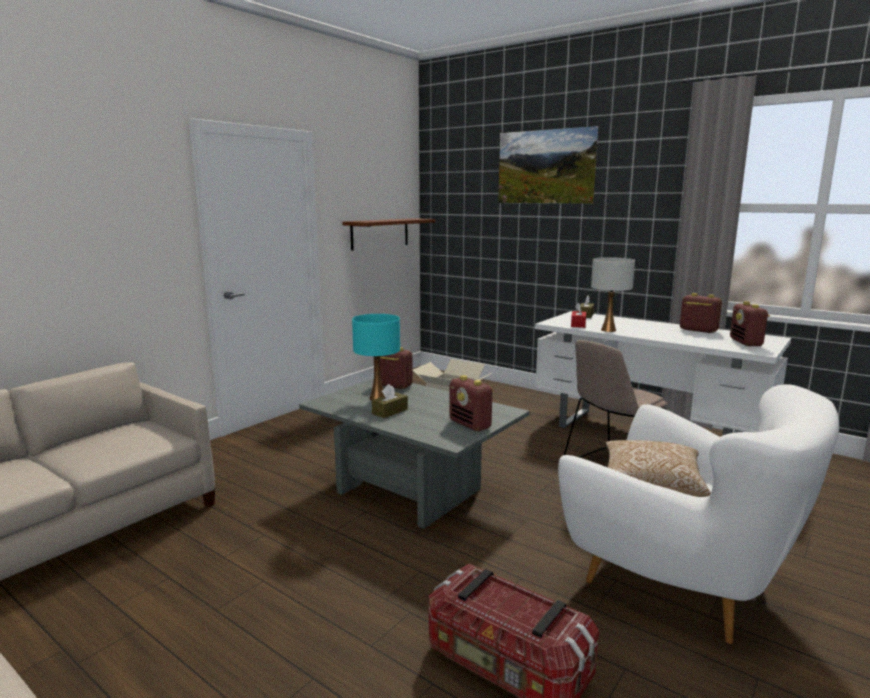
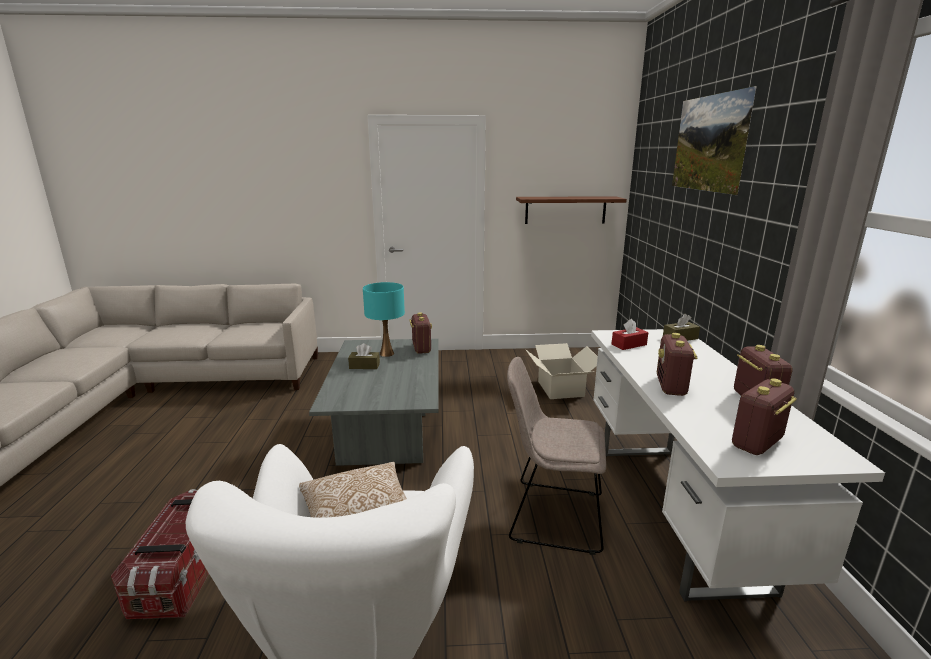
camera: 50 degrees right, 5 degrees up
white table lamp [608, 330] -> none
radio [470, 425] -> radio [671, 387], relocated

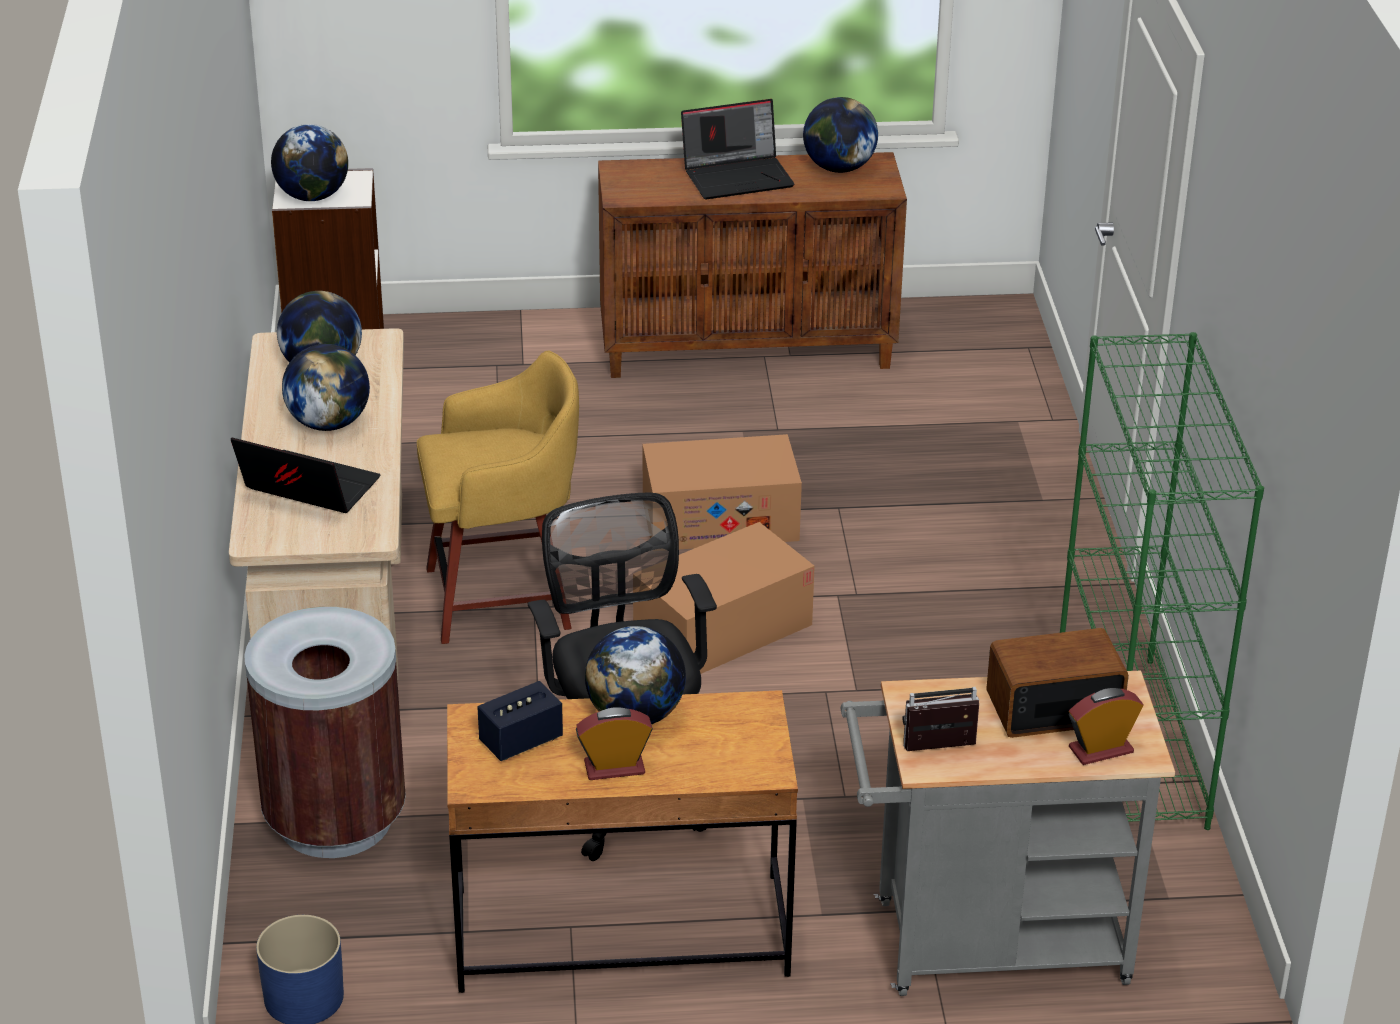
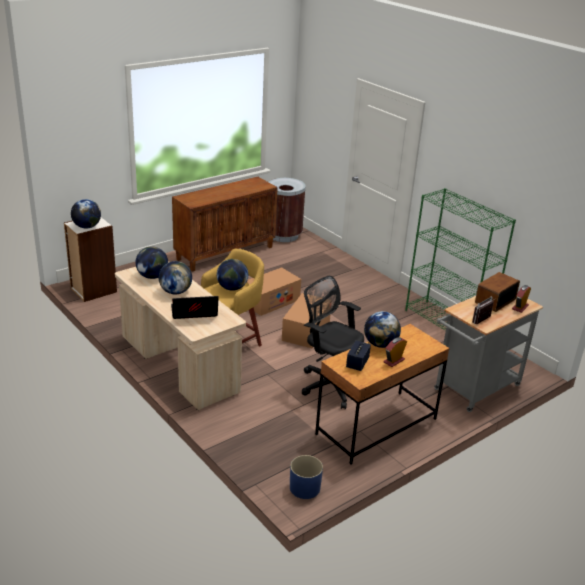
camera: 35 degrees left, 5 degrees down
globe [838, 168] -> globe [232, 288], relocated
laptop [738, 176] -> none
brown trash can [336, 820] -> brown trash can [284, 235], relocated

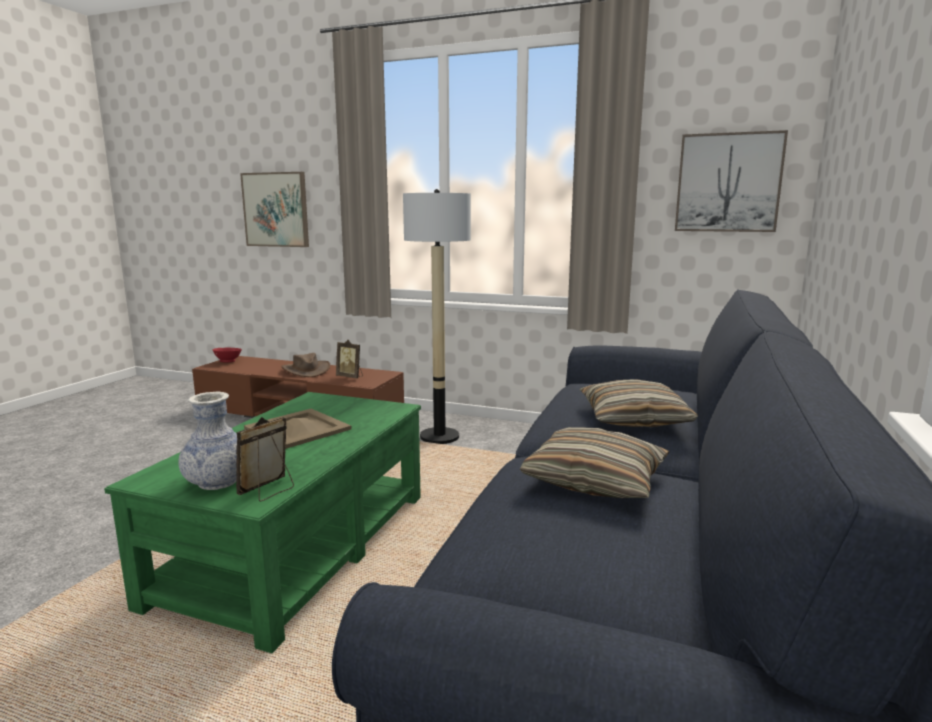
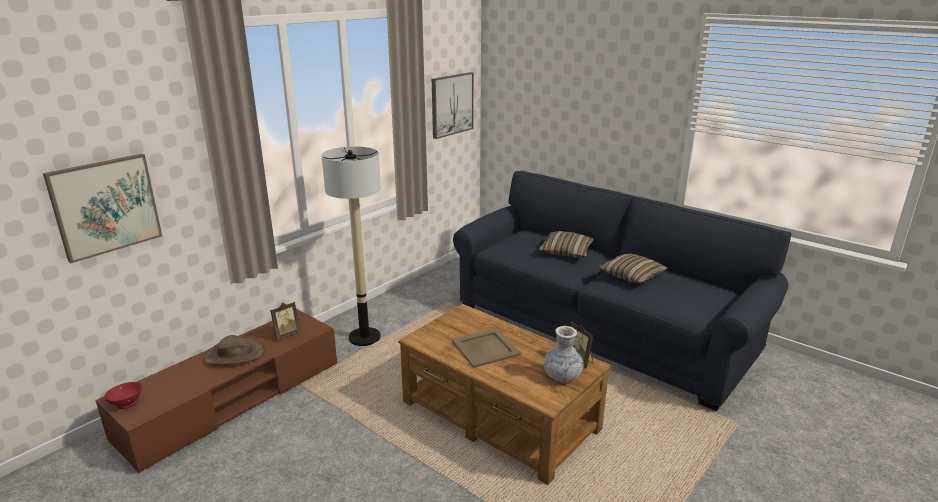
camera: 70 degrees left, 10 degrees up
green coffee table [296, 547] -> brown coffee table [499, 416]

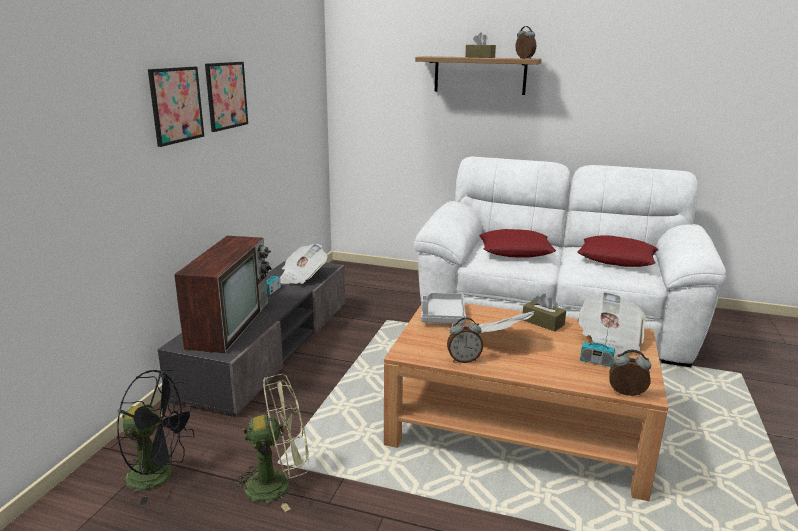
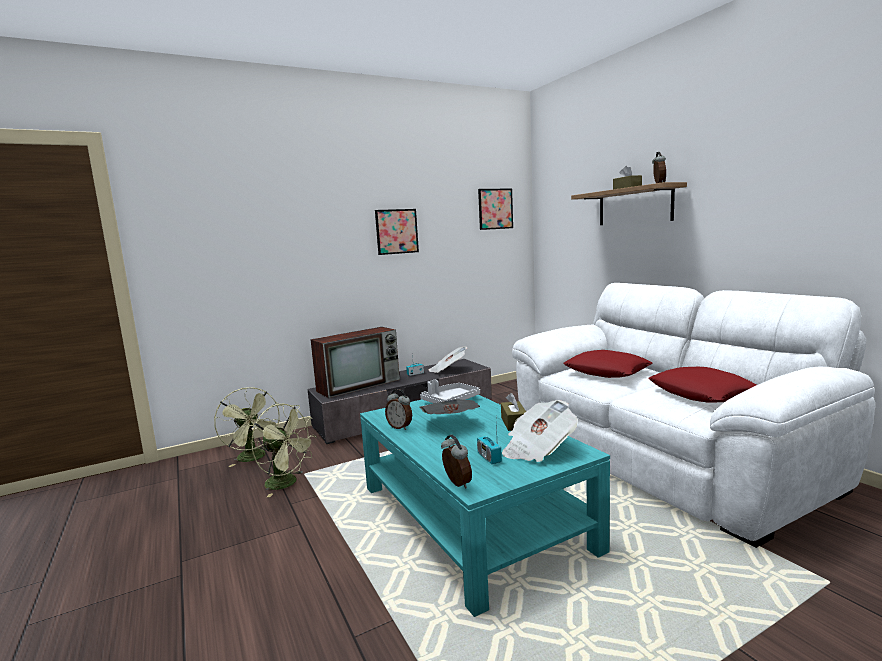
camera: 45 degrees right, 10 degrees down
picture [176, 105] -> picture [495, 209], relocated
brown coffee table [519, 426] -> turquoise coffee table [472, 517]
black fan [160, 476] -> green fan [254, 458]

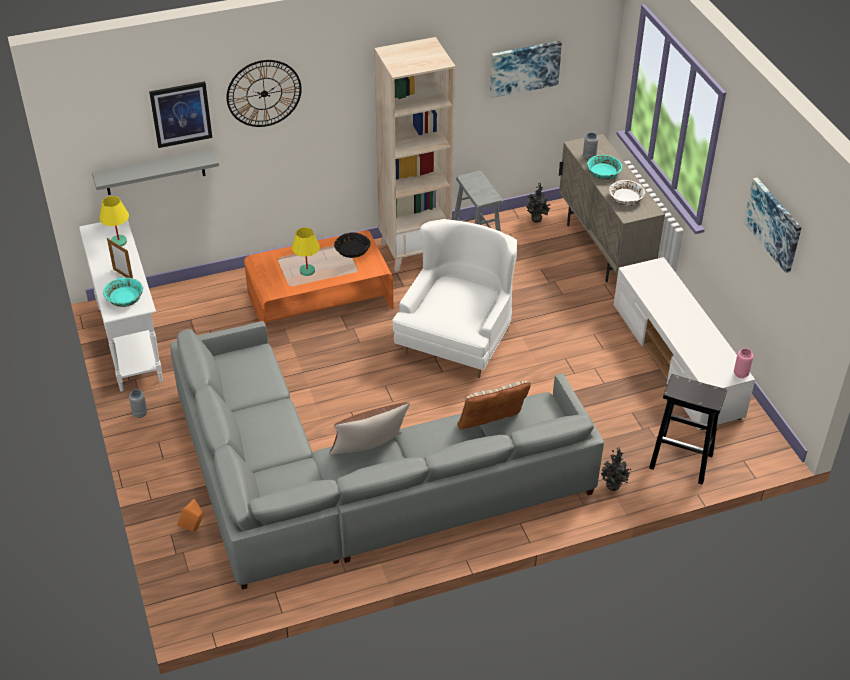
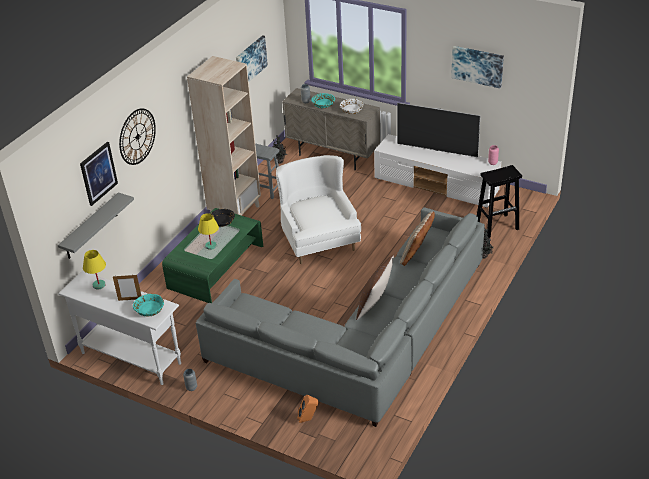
camera: 40 degrees left, 5 degrees down
orange coffee table [320, 300] -> green coffee table [216, 267]
none -> television [437, 150]

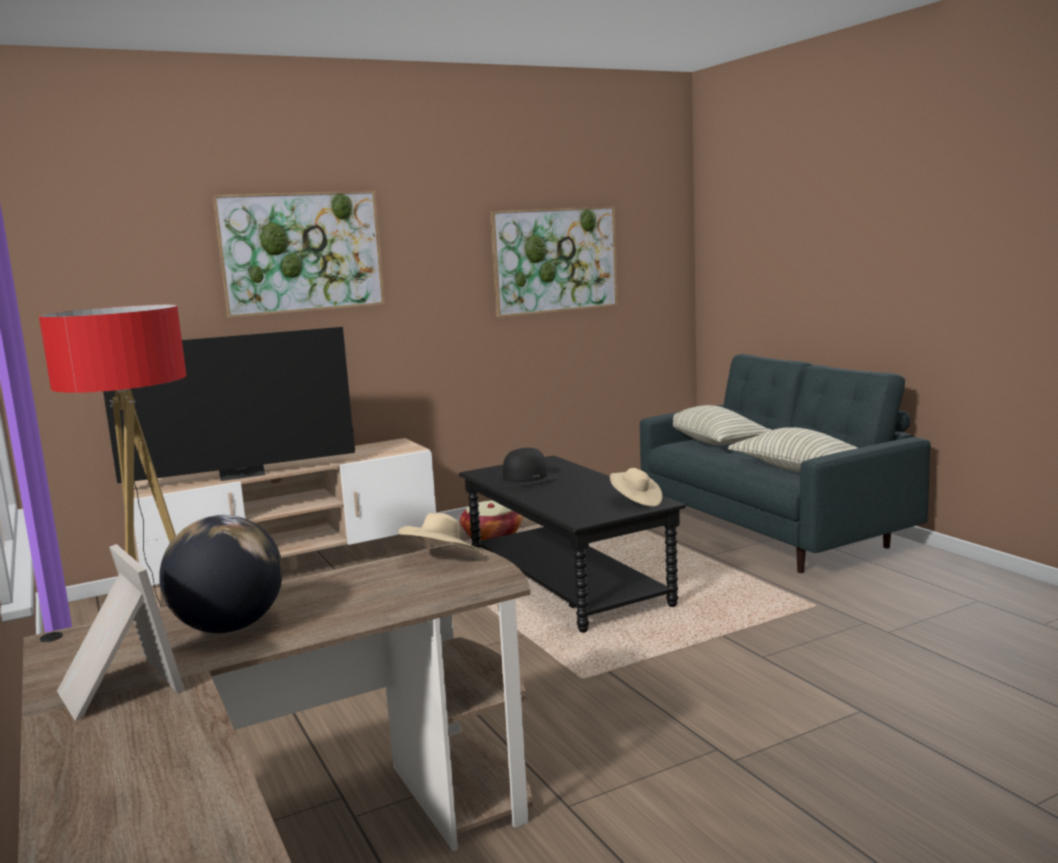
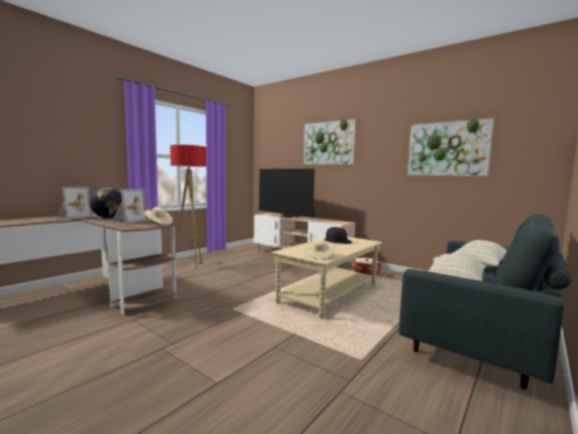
camera: 65 degrees right, 5 degrees down
black coffee table [567, 582] -> beige coffee table [329, 293]
none -> picture frame [128, 220]

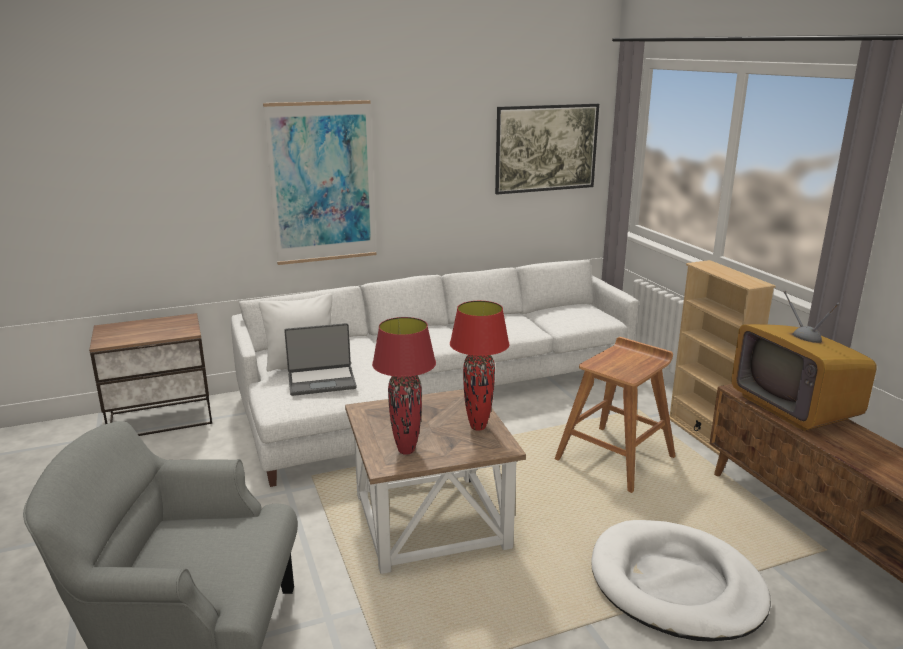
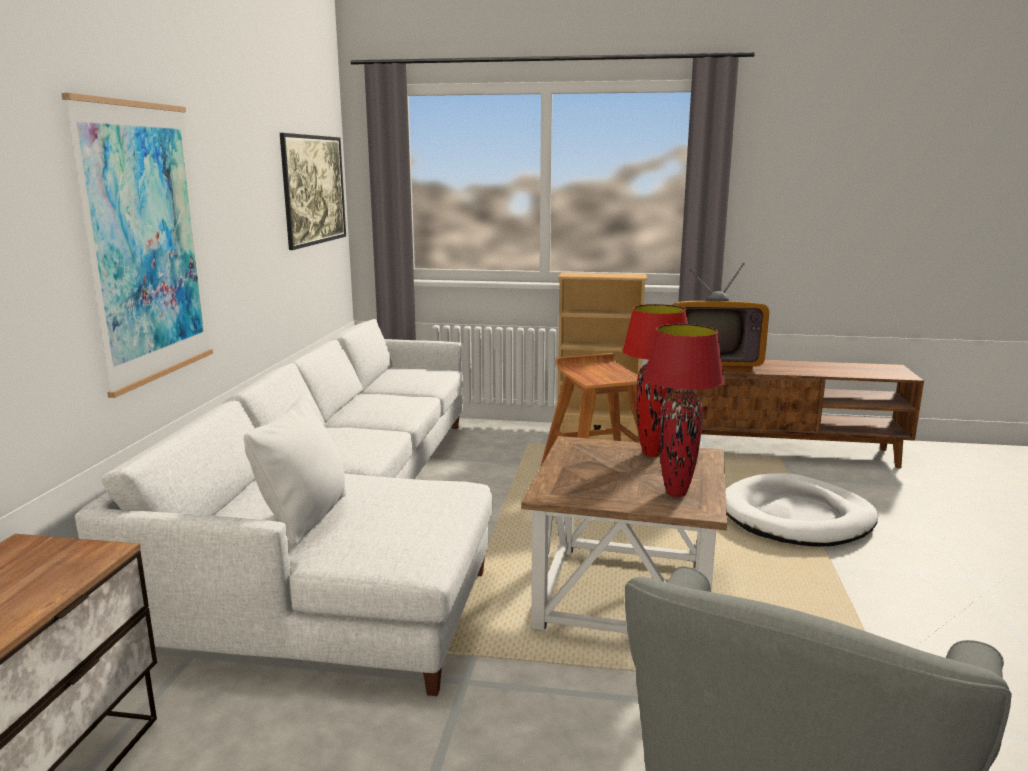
camera: 60 degrees left, 5 degrees down
laptop [321, 381] -> none

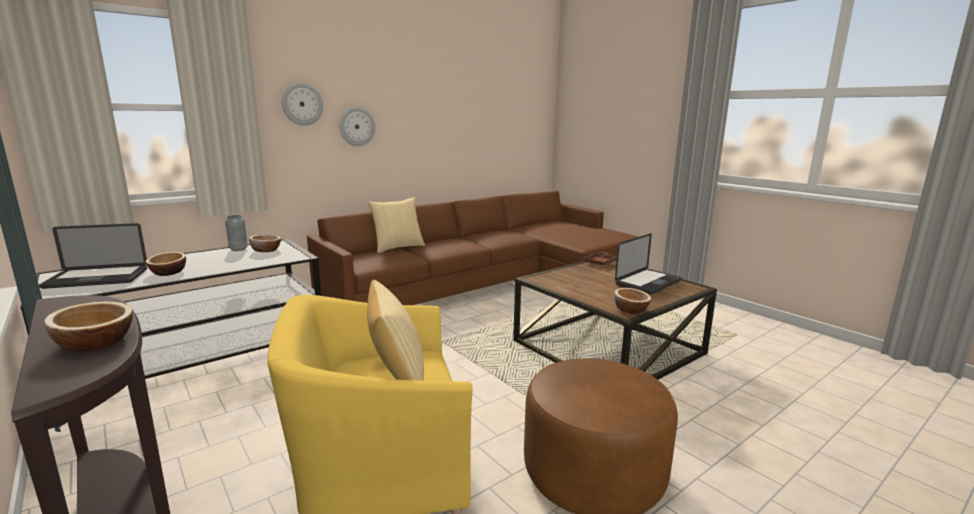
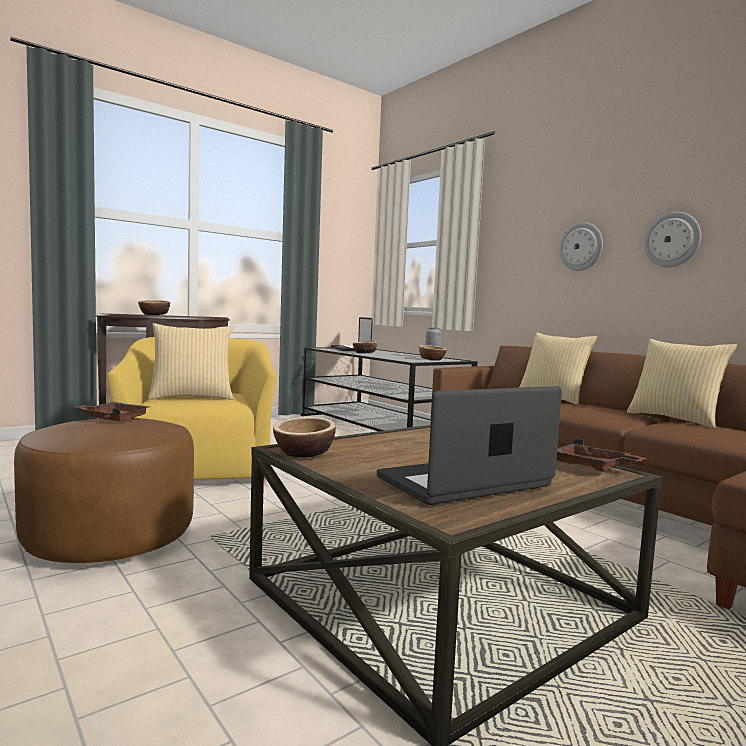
camera: 90 degrees right, 10 degrees down
wall clock [302, 104] -> wall clock [672, 240], relocated
laptop [648, 282] -> laptop [464, 482], 105 degrees clockwise
none -> pillow [675, 419]
none -> brown tray [113, 419]

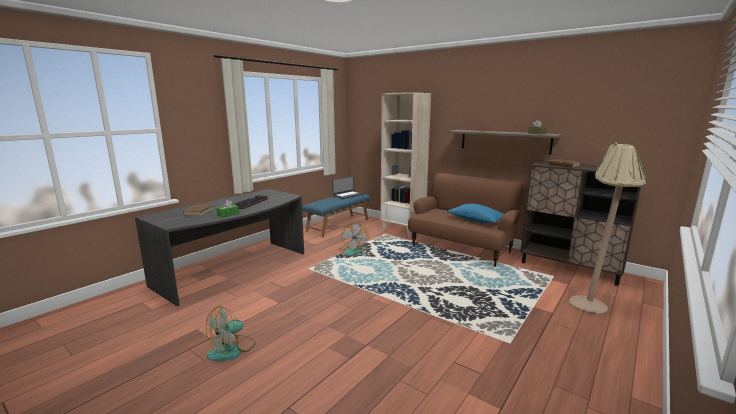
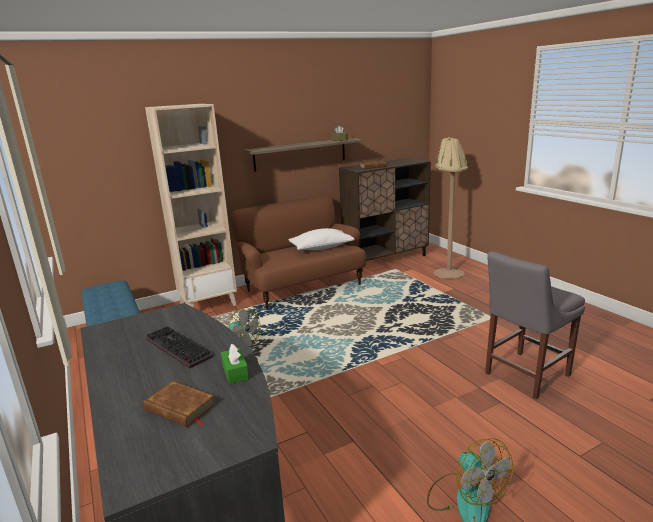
camera: 65 degrees left, 5 degrees up
laptop [347, 195] -> none
blue pillow [476, 221] -> white pillow [321, 248]
none -> grey chair [524, 375]

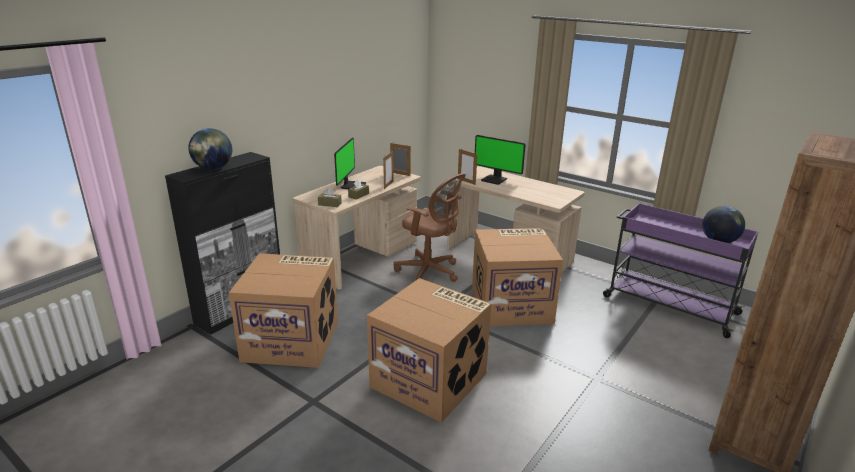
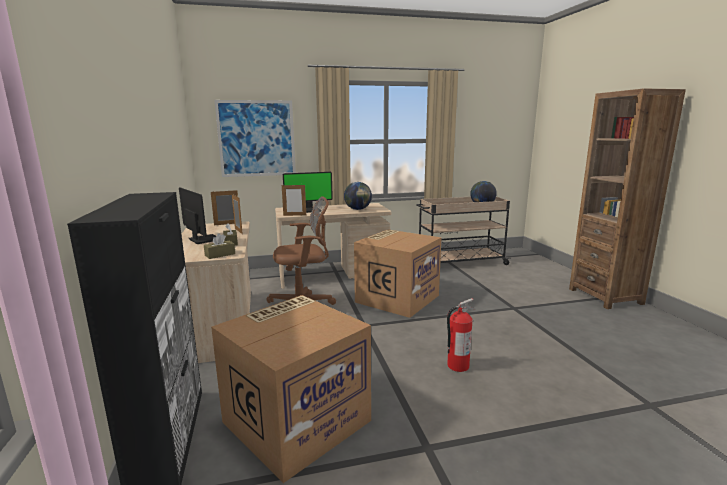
camera: 50 degrees left, 10 degrees down
globe [213, 168] -> globe [358, 209], relocated
purple cart [668, 305] -> beige cart [459, 263]
cardboard box [430, 380] -> fire extinguisher [457, 366]
none -> picture [256, 138]

